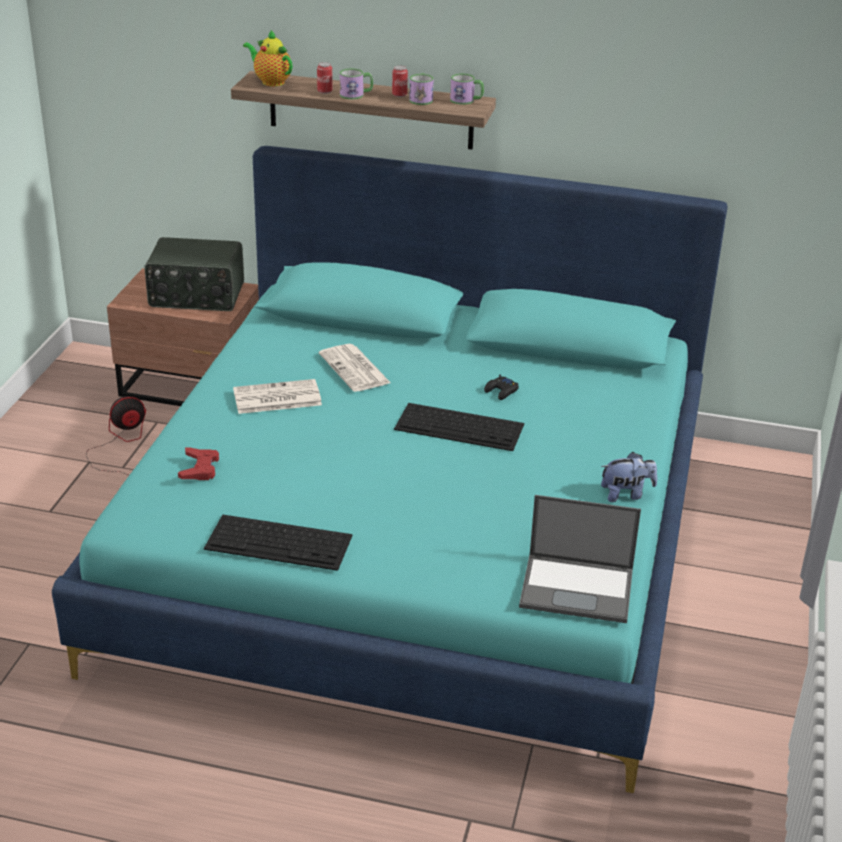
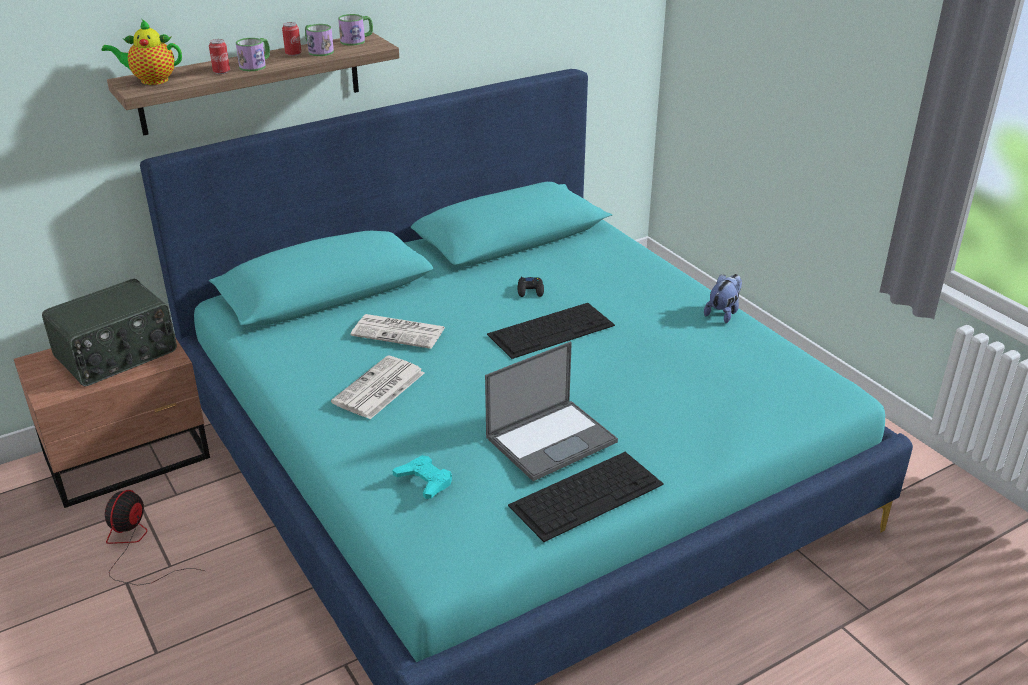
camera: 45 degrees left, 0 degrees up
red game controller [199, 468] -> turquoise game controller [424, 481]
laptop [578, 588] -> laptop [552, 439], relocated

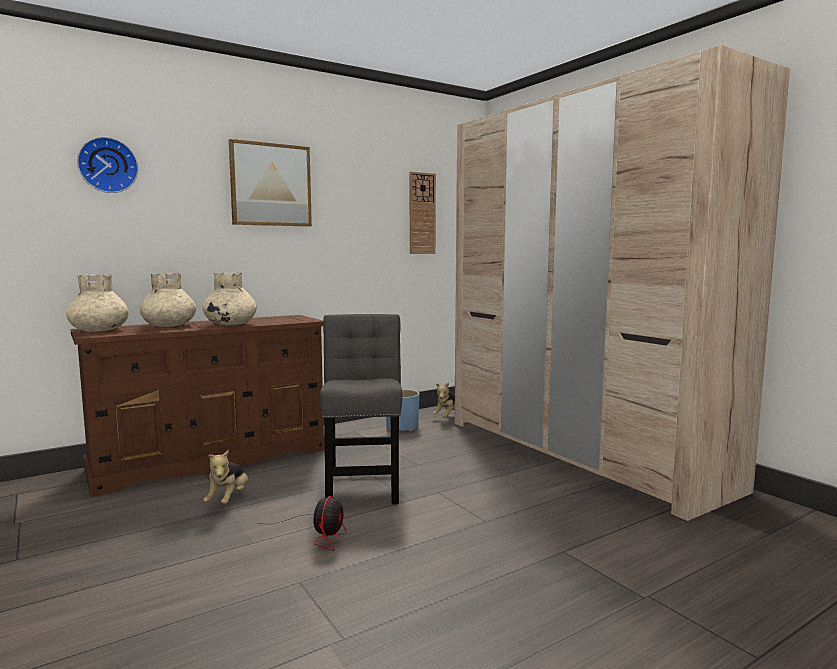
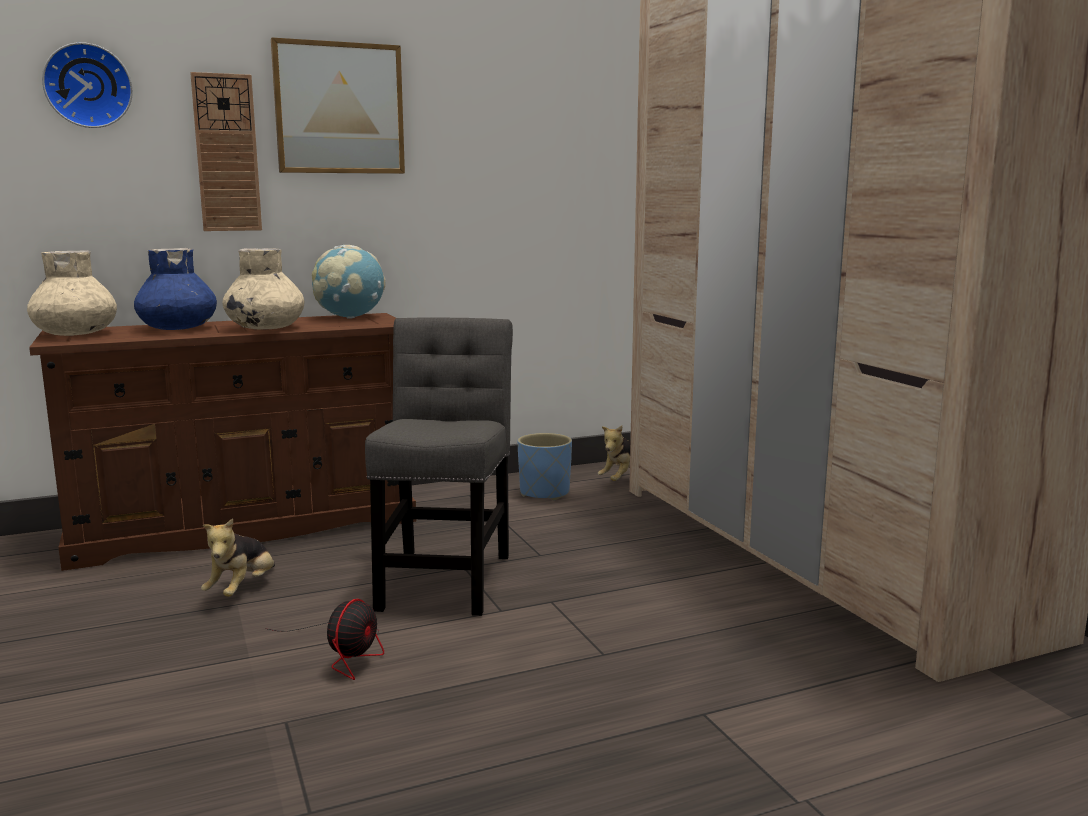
camera: 10 degrees right, 5 degrees up
wall clock [422, 213] -> wall clock [227, 153], relocated
beige vase [169, 326] -> blue vase [178, 328]
none -> globe [350, 317]

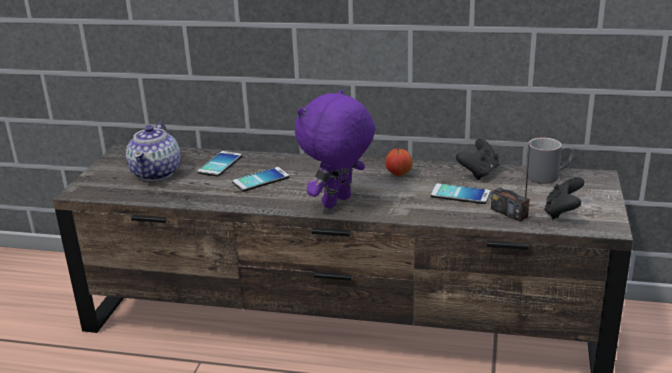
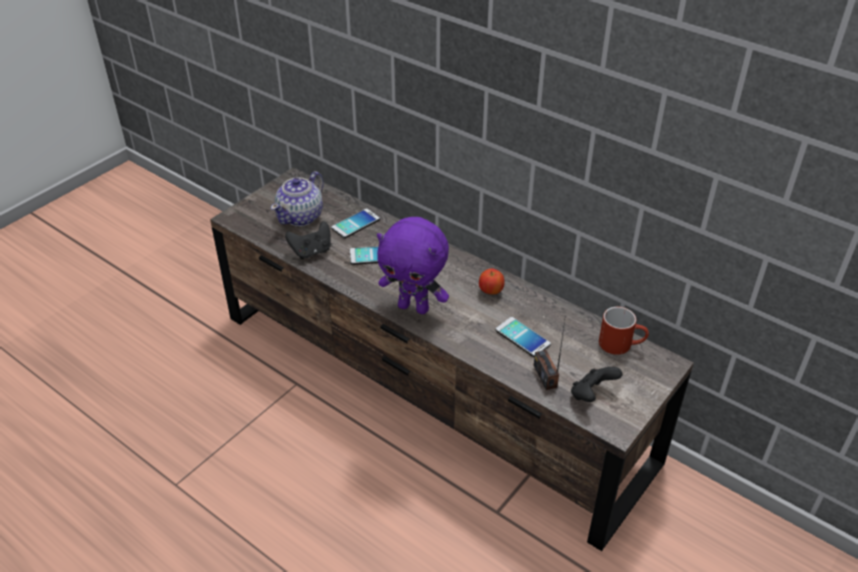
camera: 25 degrees right, 15 degrees up
purple plush toy [338, 203] -> purple plush toy [414, 307], 135 degrees counterclockwise
grey mug [548, 175] -> red mug [621, 344]
black game controller [479, 173] -> black game controller [311, 251], relocated

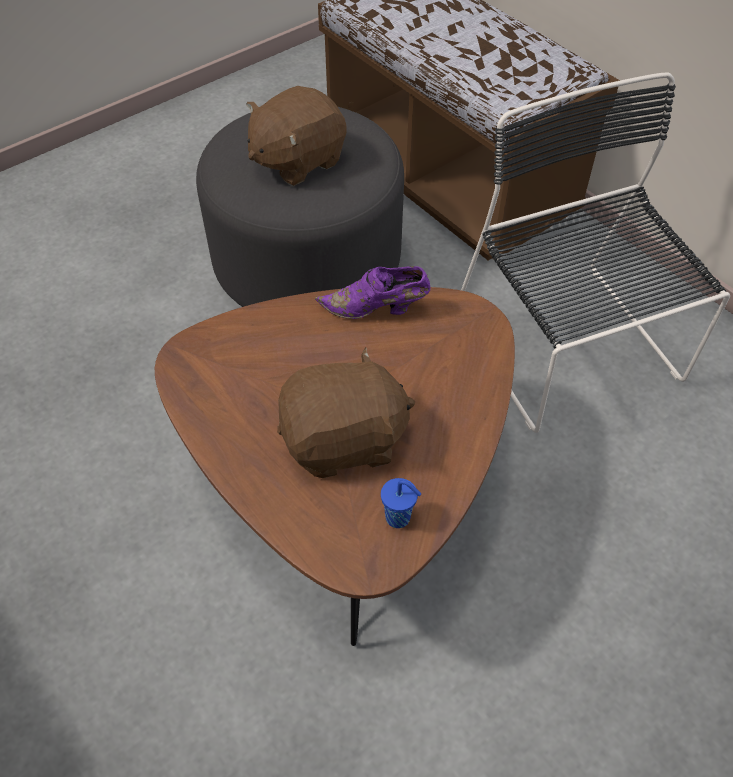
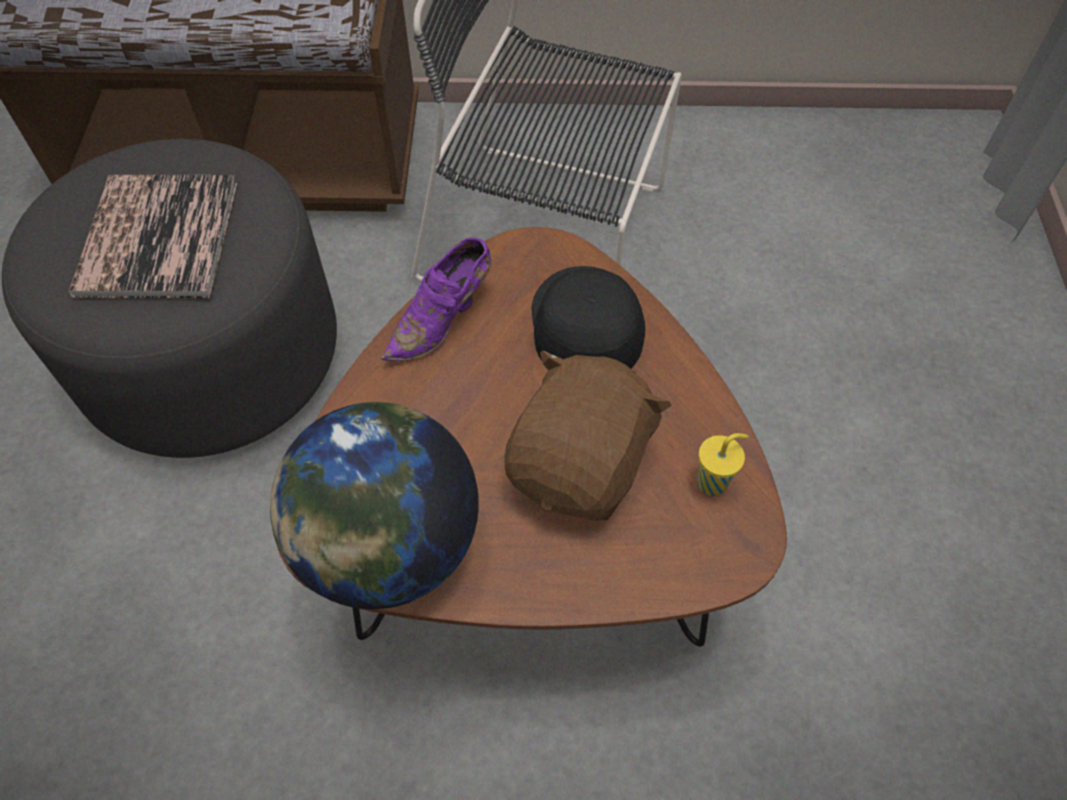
camera: 50 degrees left, 5 degrees up
brown plush toy [297, 160] -> book [158, 238]
blue cup [399, 518] -> yellow cup [713, 482]
none -> black cap [584, 325]
none -> globe [388, 546]

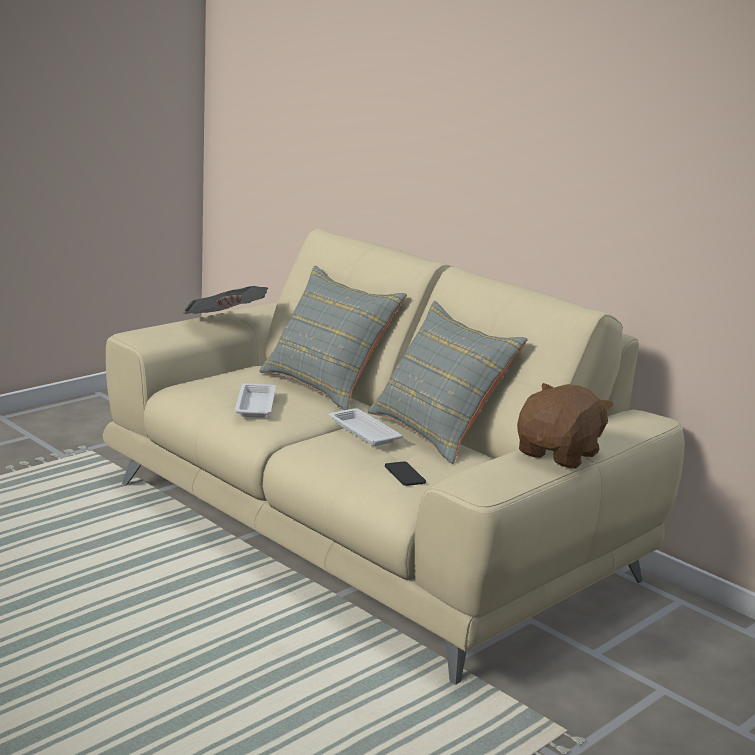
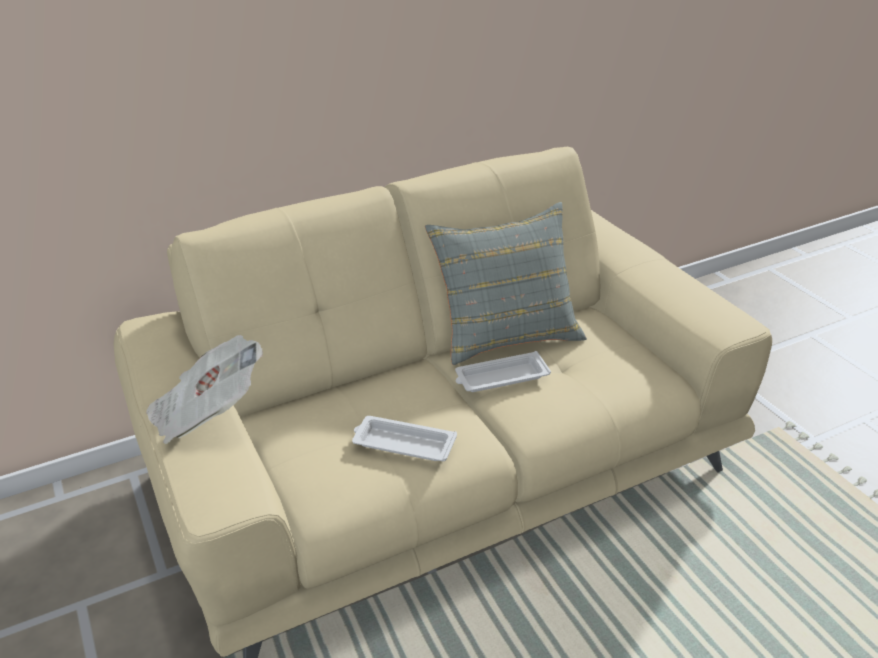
camera: 70 degrees left, 15 degrees up
grey pillow [327, 385] -> none
brown plush toy [559, 454] -> none
phone [405, 474] -> none

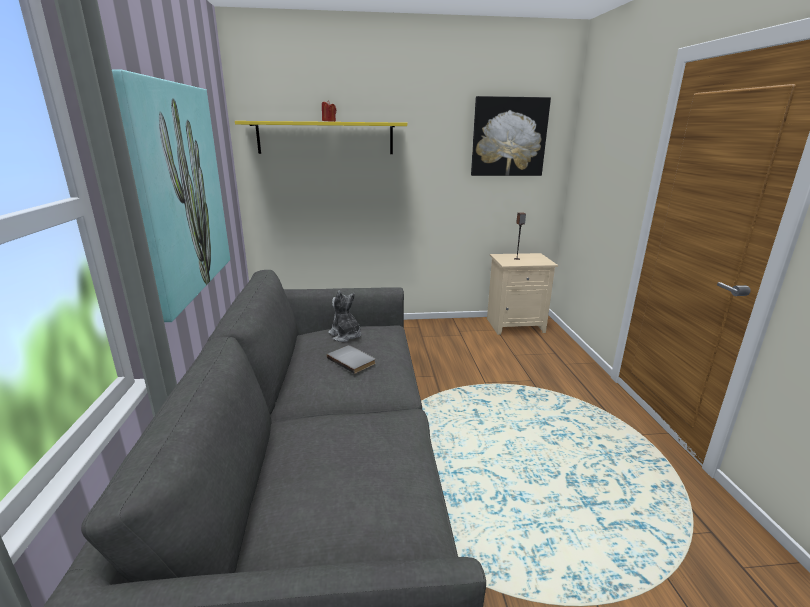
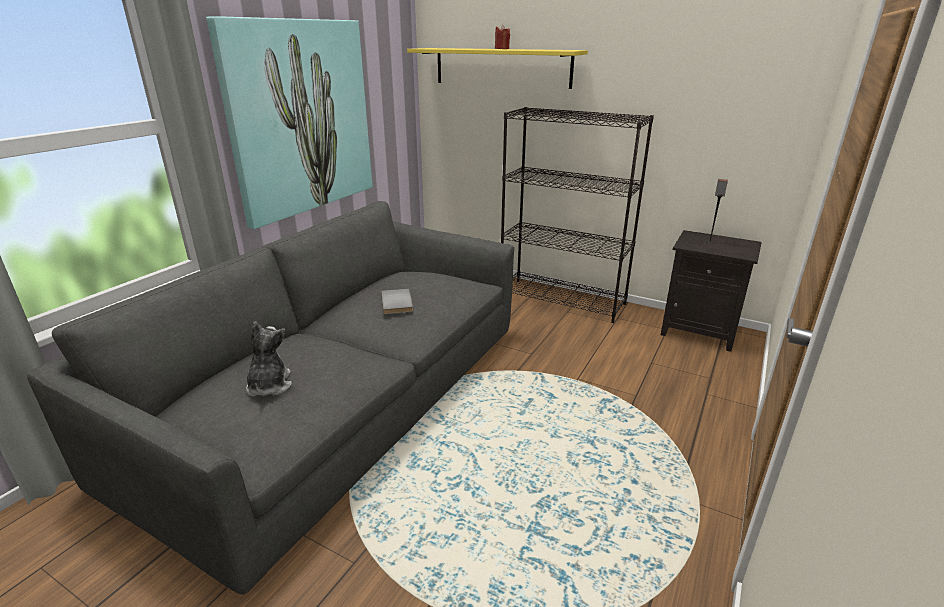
camera: 35 degrees right, 5 degrees up
picture [508, 137] -> none
beige nightstand [515, 325] -> black nightstand [700, 331]
plush toy [345, 335] -> plush toy [269, 385], relocated
none -> black bookcase [562, 300]

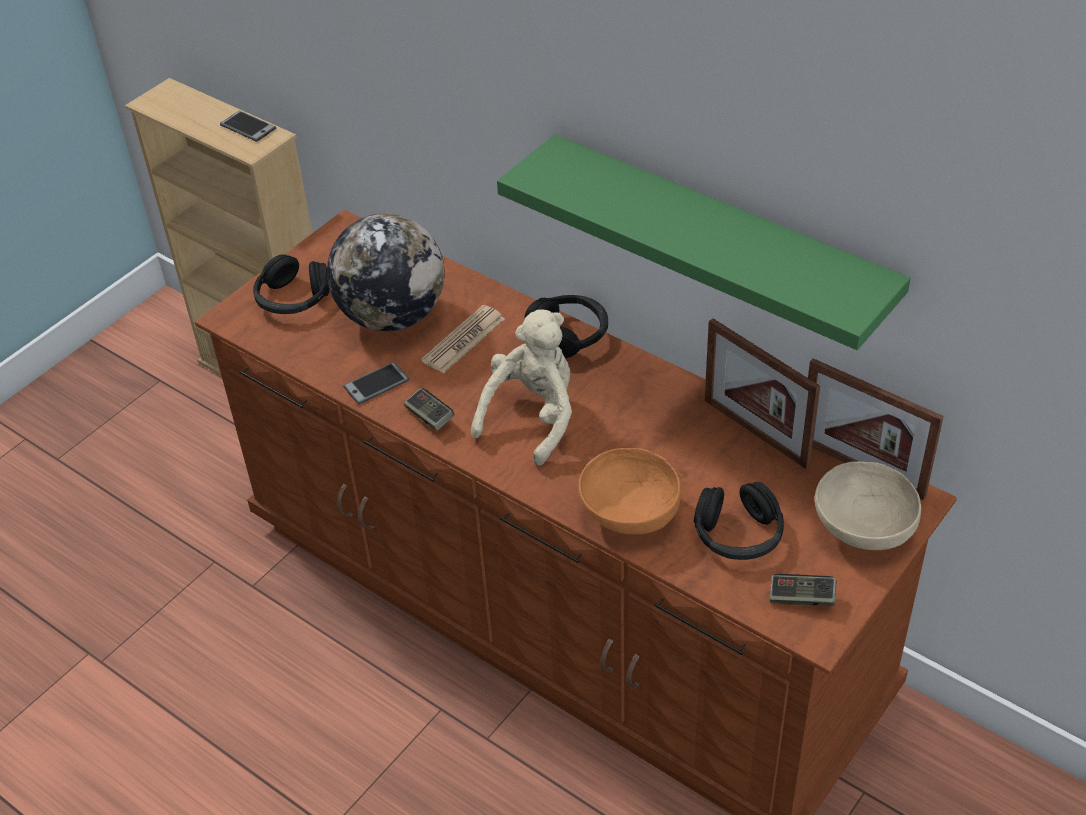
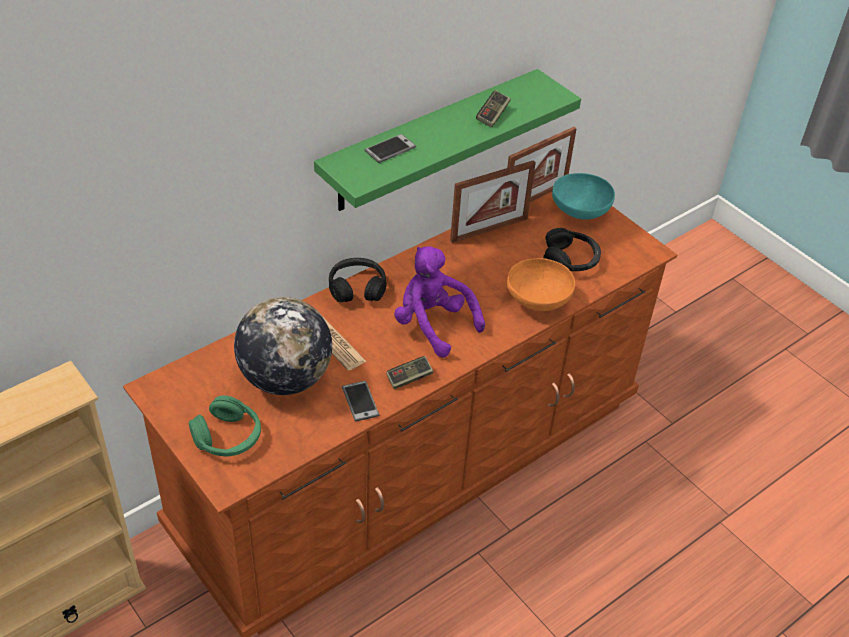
camera: 80 degrees left, 0 degrees up
phone [248, 127] -> phone [390, 149], relocated
black headphones [293, 299] -> green headphones [228, 437]
beige plush toy [532, 417] -> purple plush toy [433, 324]
beige bowl [862, 527] -> turquoise bowl [579, 211]
game controller [801, 597] -> game controller [493, 115], relocated

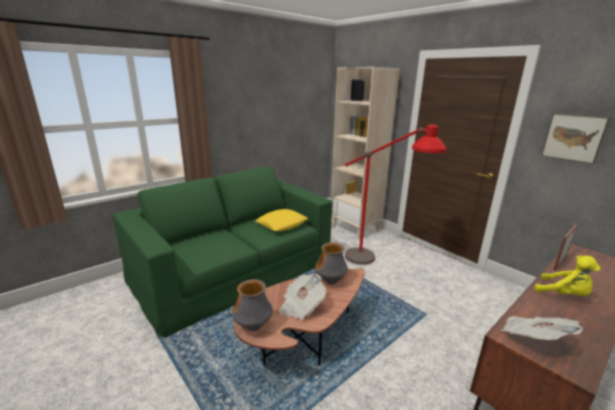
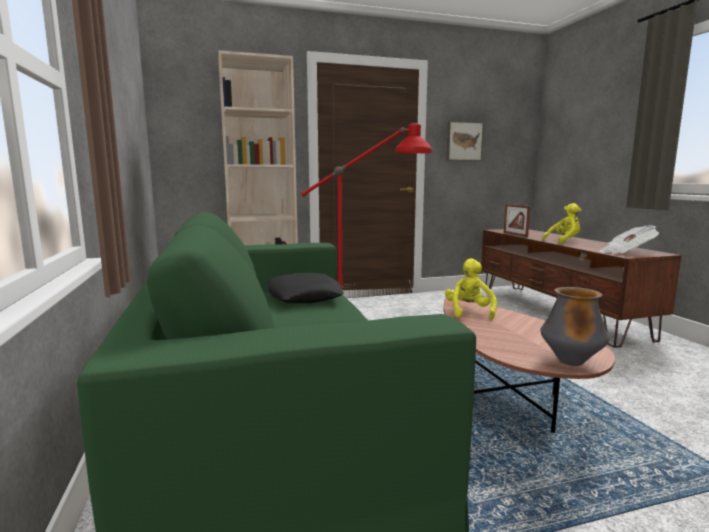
camera: 65 degrees left, 10 degrees down
yellow pillow [282, 224] -> black pillow [303, 296]
vase [331, 281] -> yellow plush toy [469, 312]
newspaper [301, 306] -> none

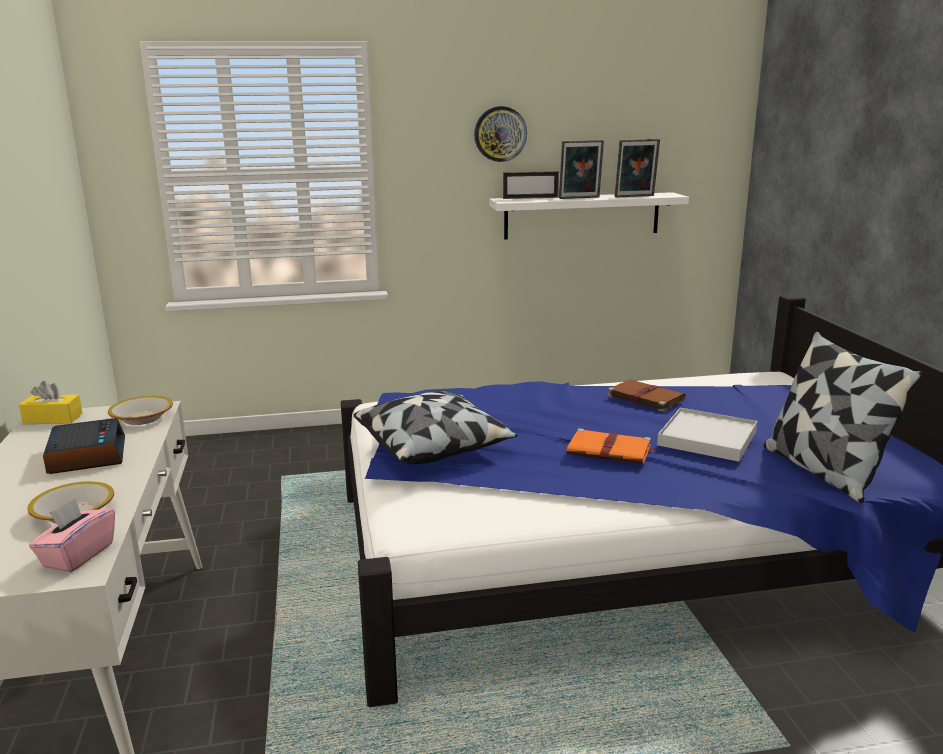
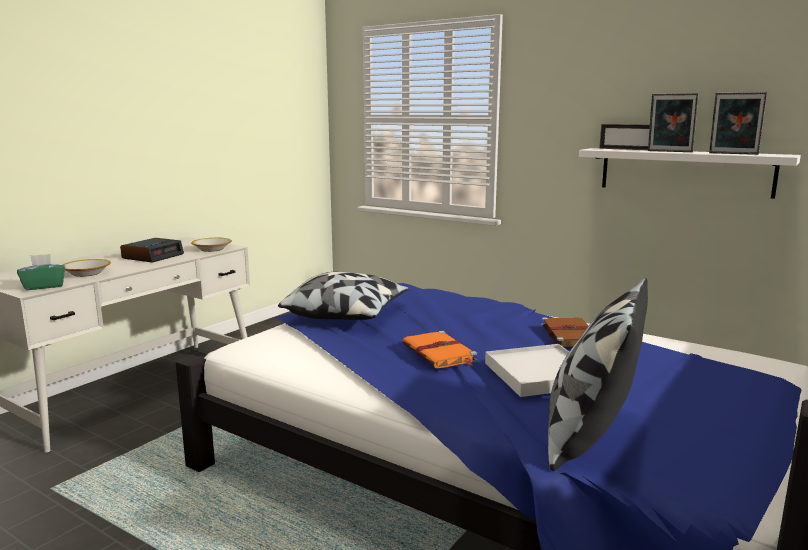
camera: 45 degrees right, 5 degrees down
wall clock [500, 134] -> none
yellow tissue box [53, 419] -> none
pink tissue box [78, 555] -> green tissue box [44, 286]

